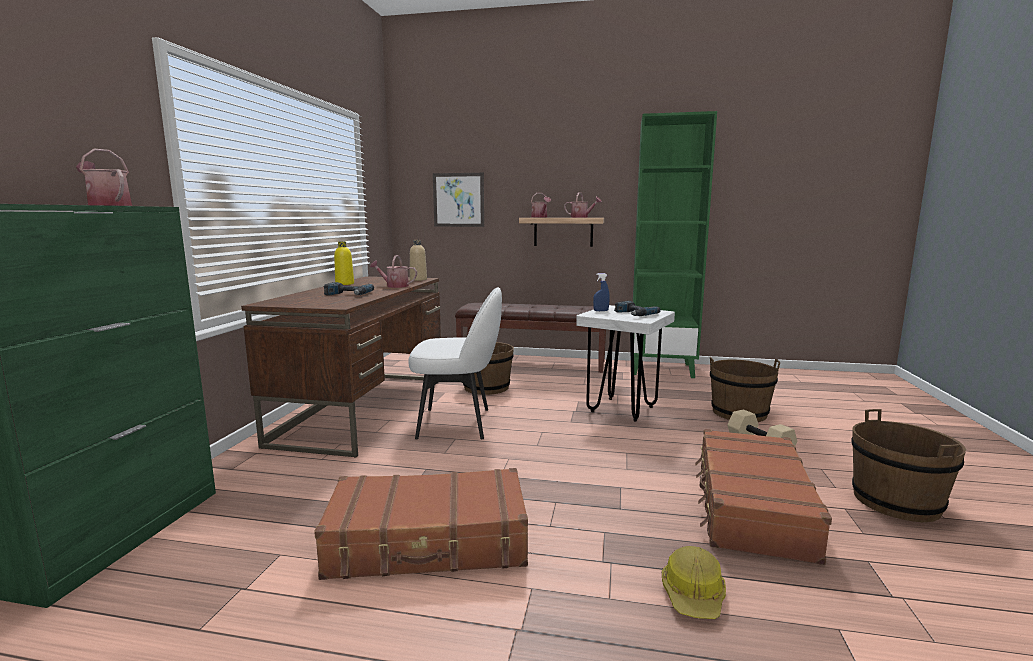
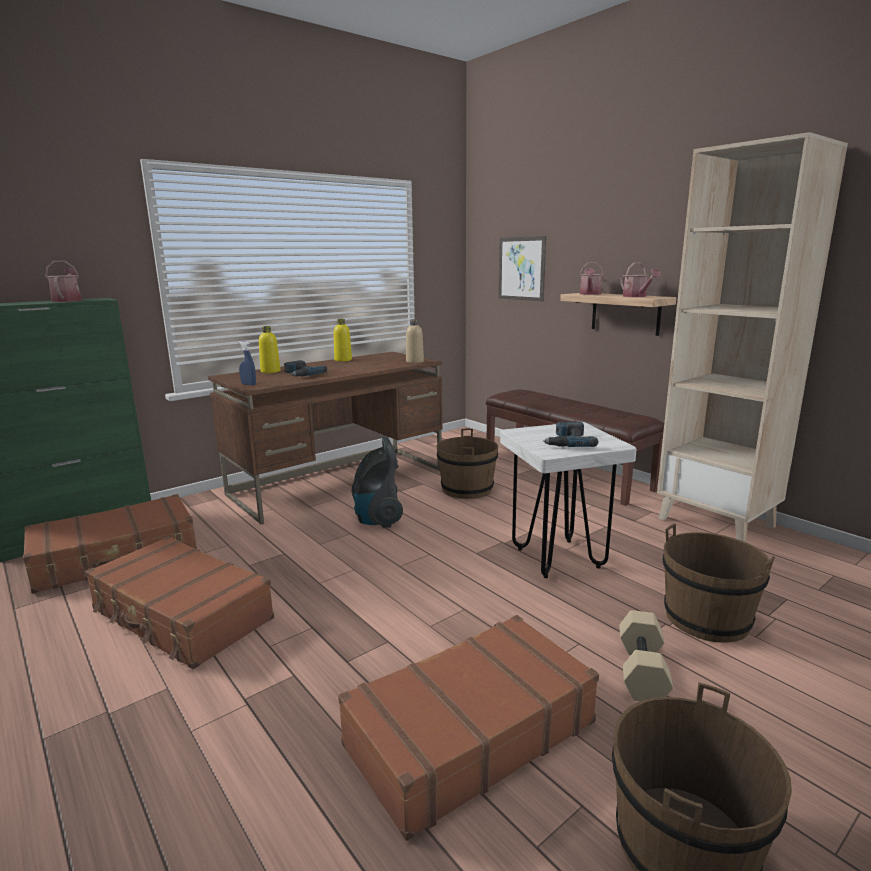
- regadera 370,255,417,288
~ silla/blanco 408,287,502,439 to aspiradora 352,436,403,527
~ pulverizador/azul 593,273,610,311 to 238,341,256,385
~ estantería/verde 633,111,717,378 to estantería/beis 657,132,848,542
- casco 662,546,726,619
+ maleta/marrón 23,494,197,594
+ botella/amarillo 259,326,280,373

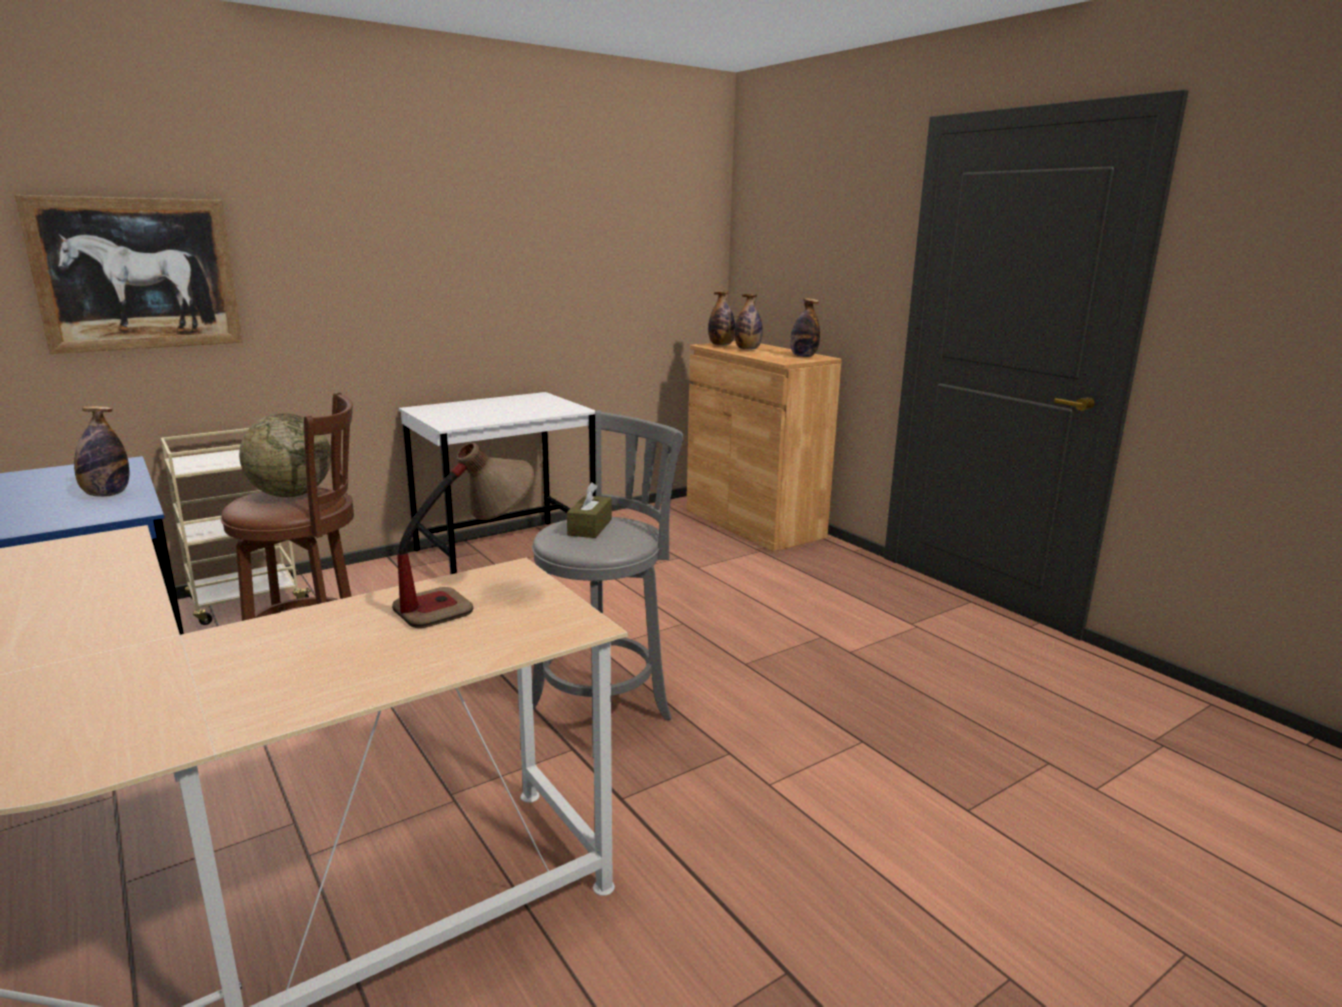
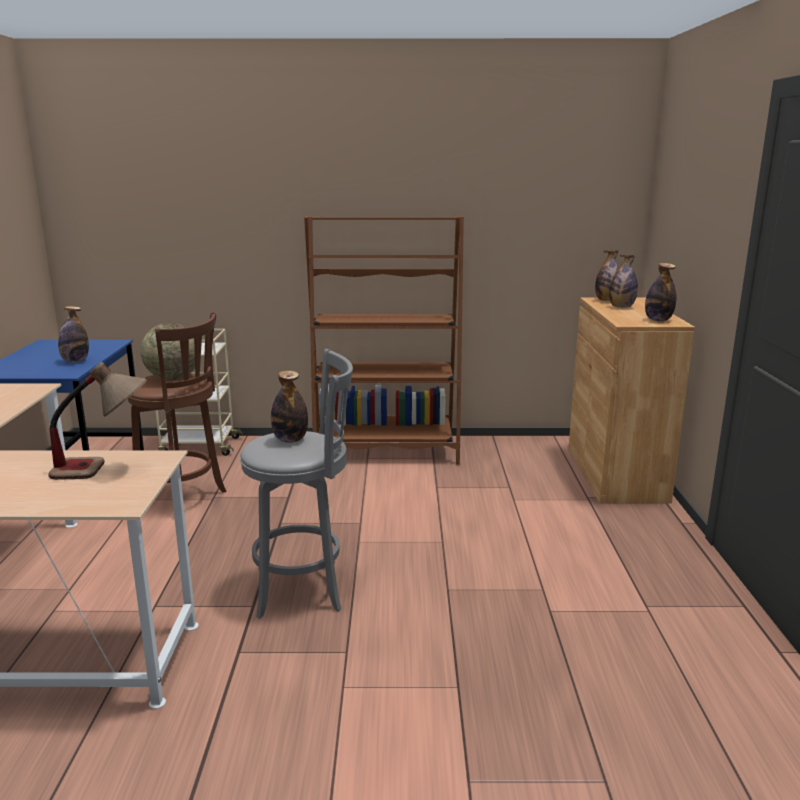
- cuadro 15,195,243,354
~ escritorio/blanco 399,392,596,574 to estantería/marrón 304,216,464,465
~ caja de pañuelos/marrón 567,482,612,538 to botella 271,370,308,443

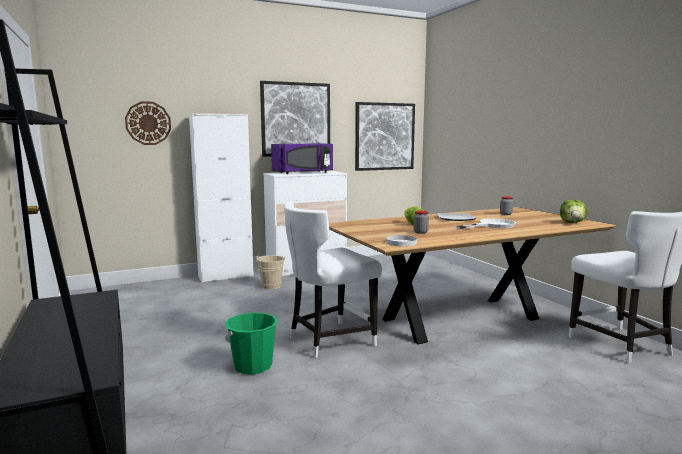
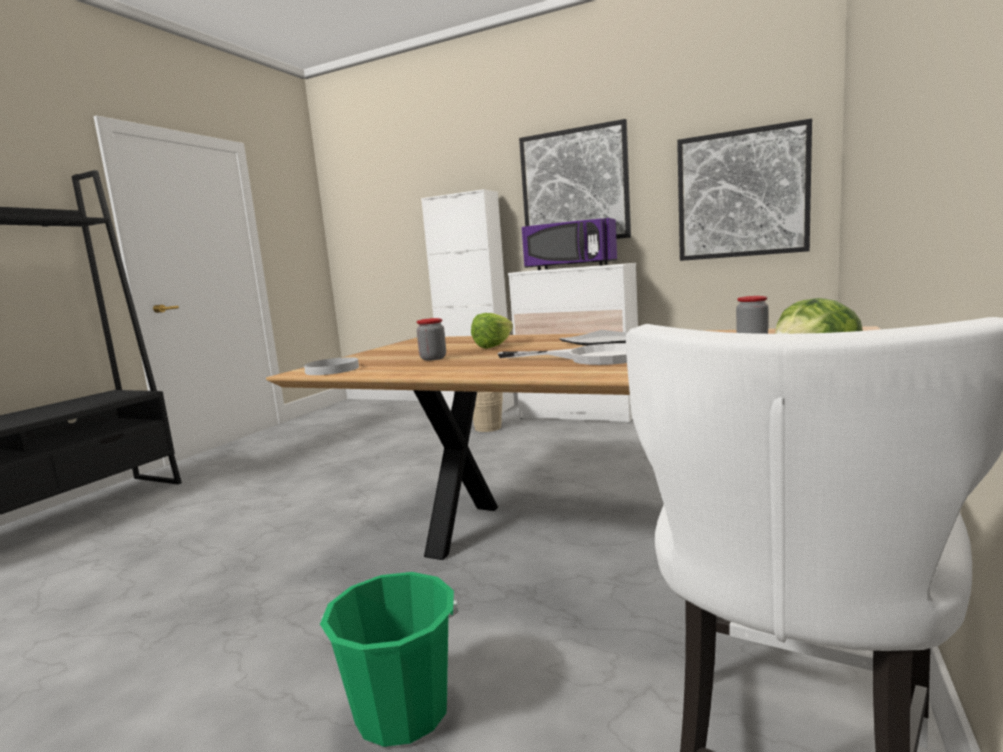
- reloj de pared 125,101,171,145
~ cubo/verde 225,313,278,375 to 320,572,459,747
- silla/blanco 284,202,382,358

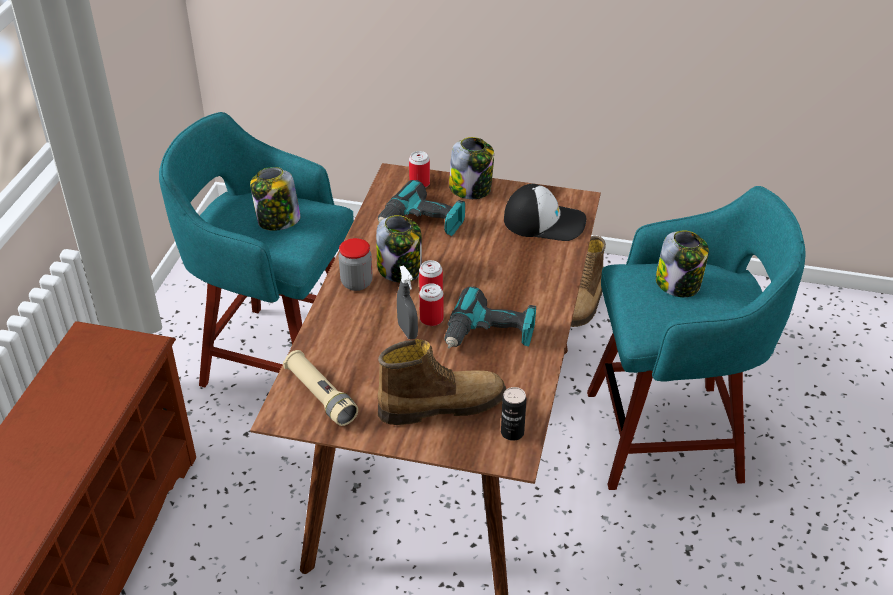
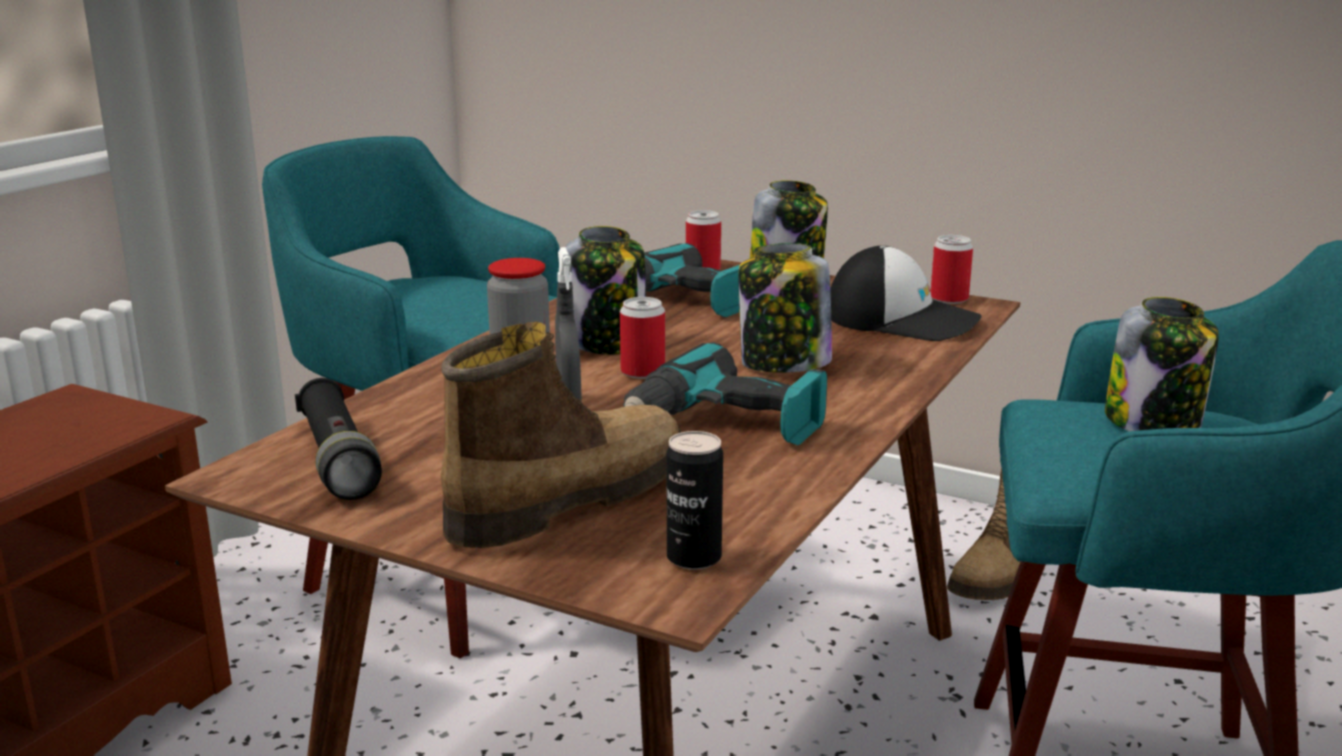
~ tarro 250,167,300,231 to 738,243,832,373
~ linterna/beis 283,350,358,426 to linterna/negro 295,378,382,500
~ bota 377,339,506,425 = 441,322,681,548 45 degrees counterclockwise
~ lata 419,283,443,326 to 930,235,973,304

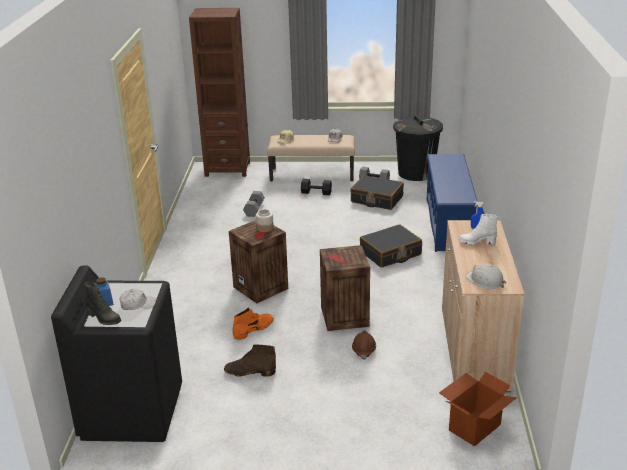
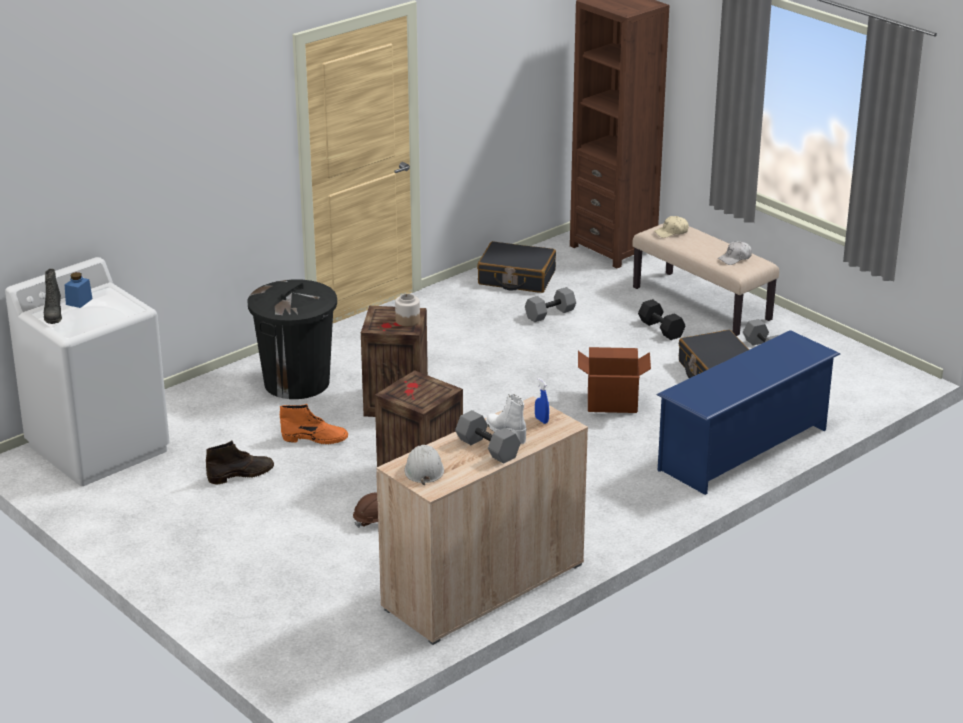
~ lavadora/negro 51,266,182,442 to lavadora/blanco 5,257,170,486
- gorra/blanco 119,288,156,310
~ bota/marrón 224,344,276,377 = 206,440,274,484 105 degrees clockwise
~ maleta/negro 360,224,422,268 to 477,241,556,293
~ papelera/negro 393,116,443,181 to 247,279,337,399
~ caja de cartón 439,372,517,447 to 578,347,651,413
+ mancuerna/gris 455,410,521,464

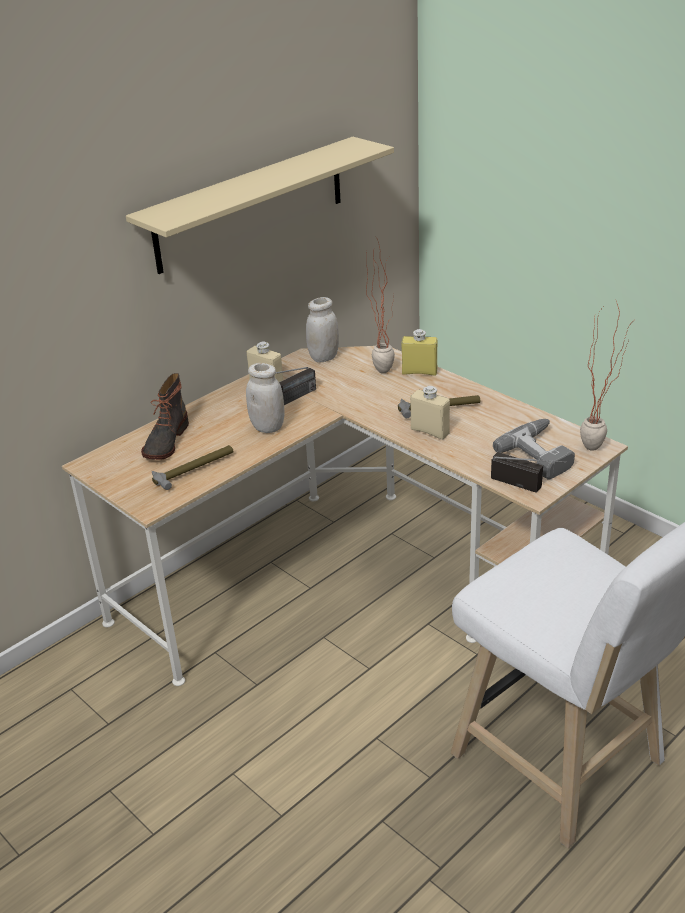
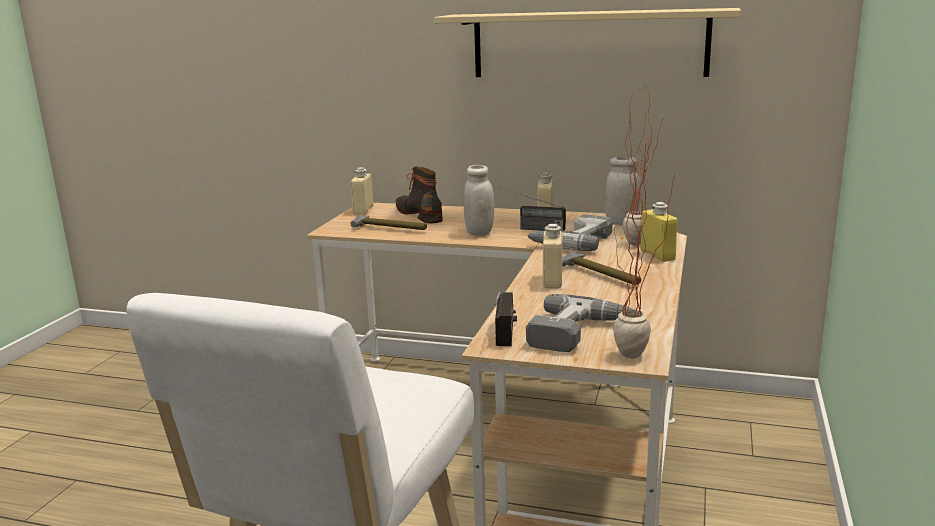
~ bota 141,373,189,460 = 396,167,443,223 75 degrees clockwise
+ botella/beis 351,167,374,215
+ taladro 527,215,613,251

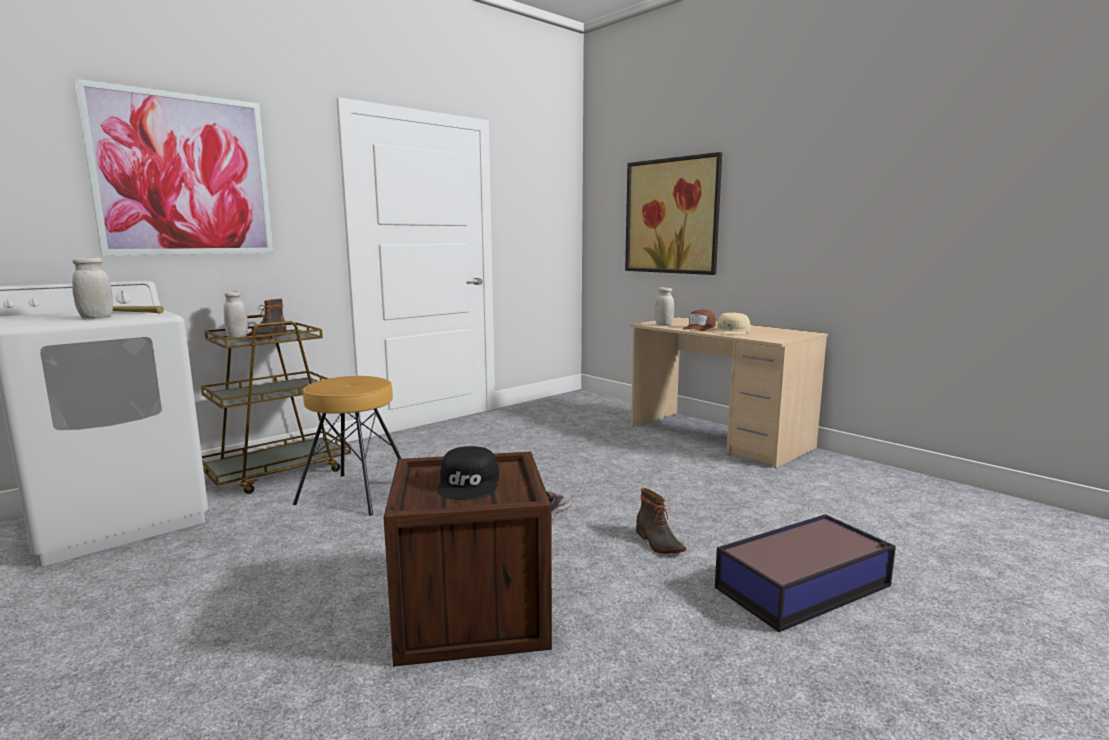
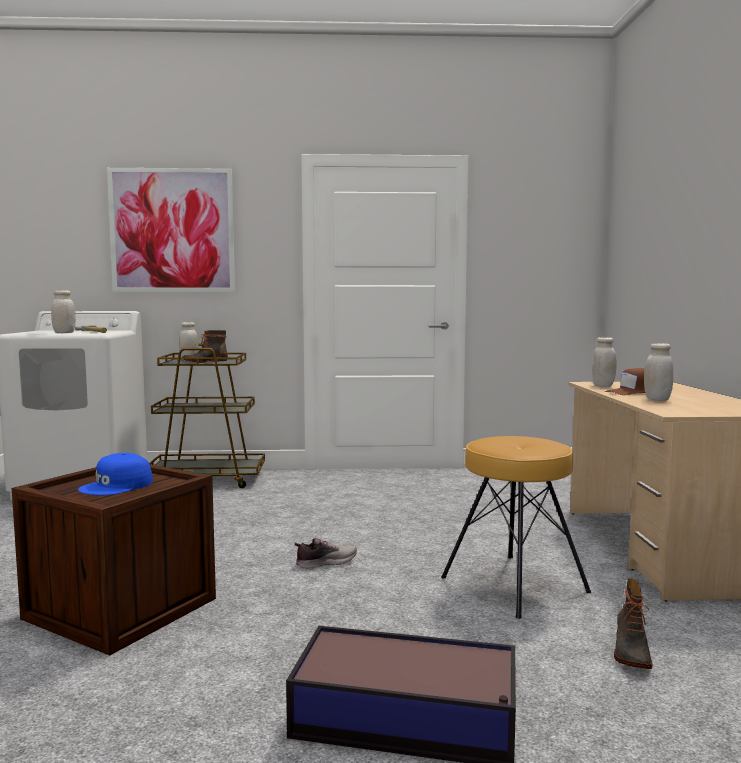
~ taburete/marrón 293,376,402,516 to 441,436,591,619
~ gorra/negro 437,446,499,500 to gorra/azul 78,453,153,495
- cuadro 625,152,722,275
~ bota 636,488,686,554 to 614,578,653,669
~ gorra/beis 712,312,751,335 to tarro/blanco 644,343,673,401

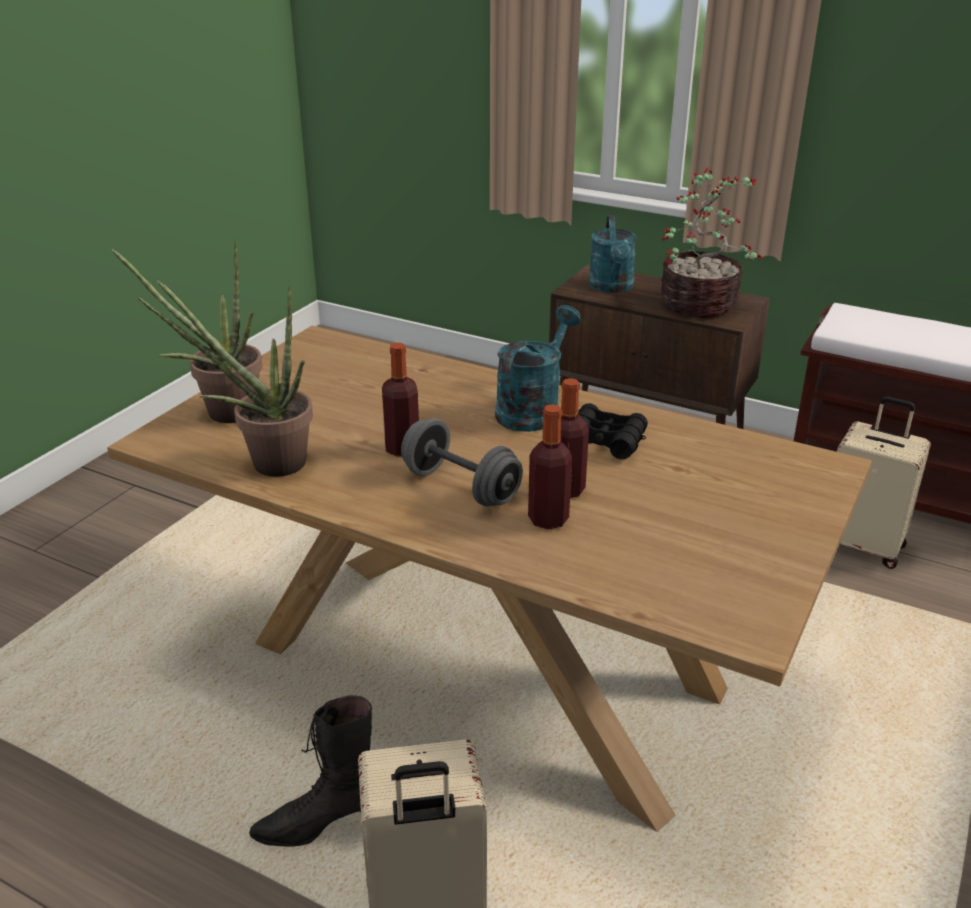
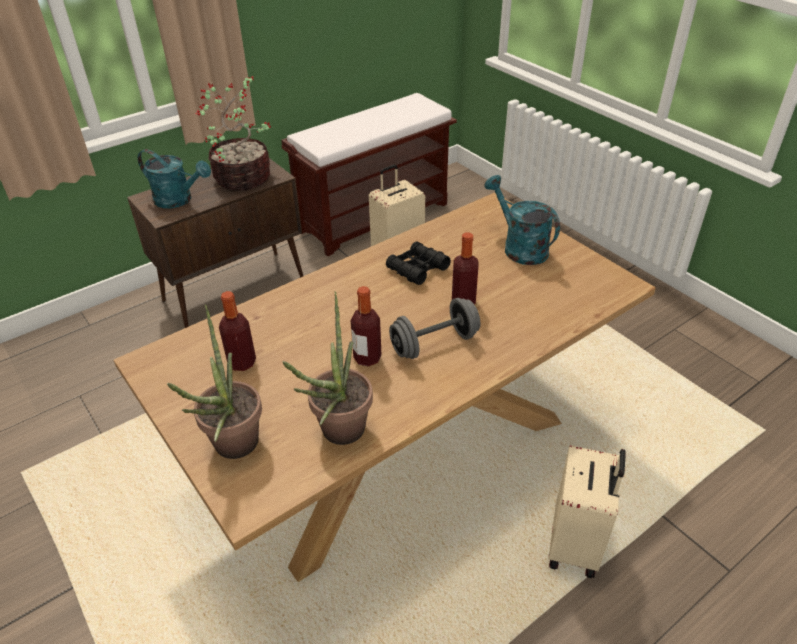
- bota/negro 249,695,372,847
~ regadera/turquesa 495,305,581,432 to 485,175,560,265
~ botella 528,404,572,529 to 219,291,256,371

